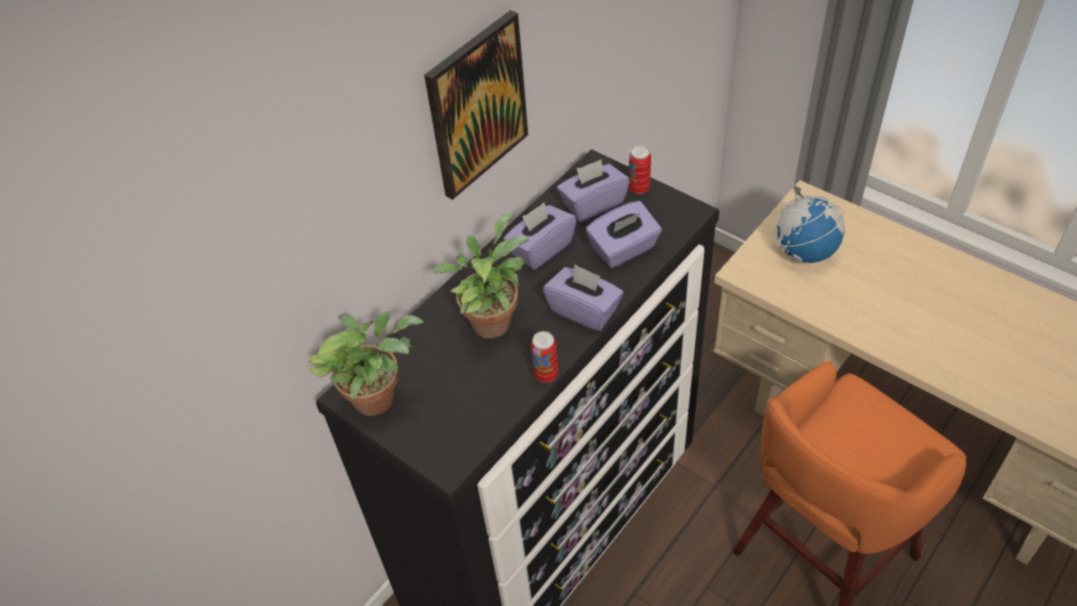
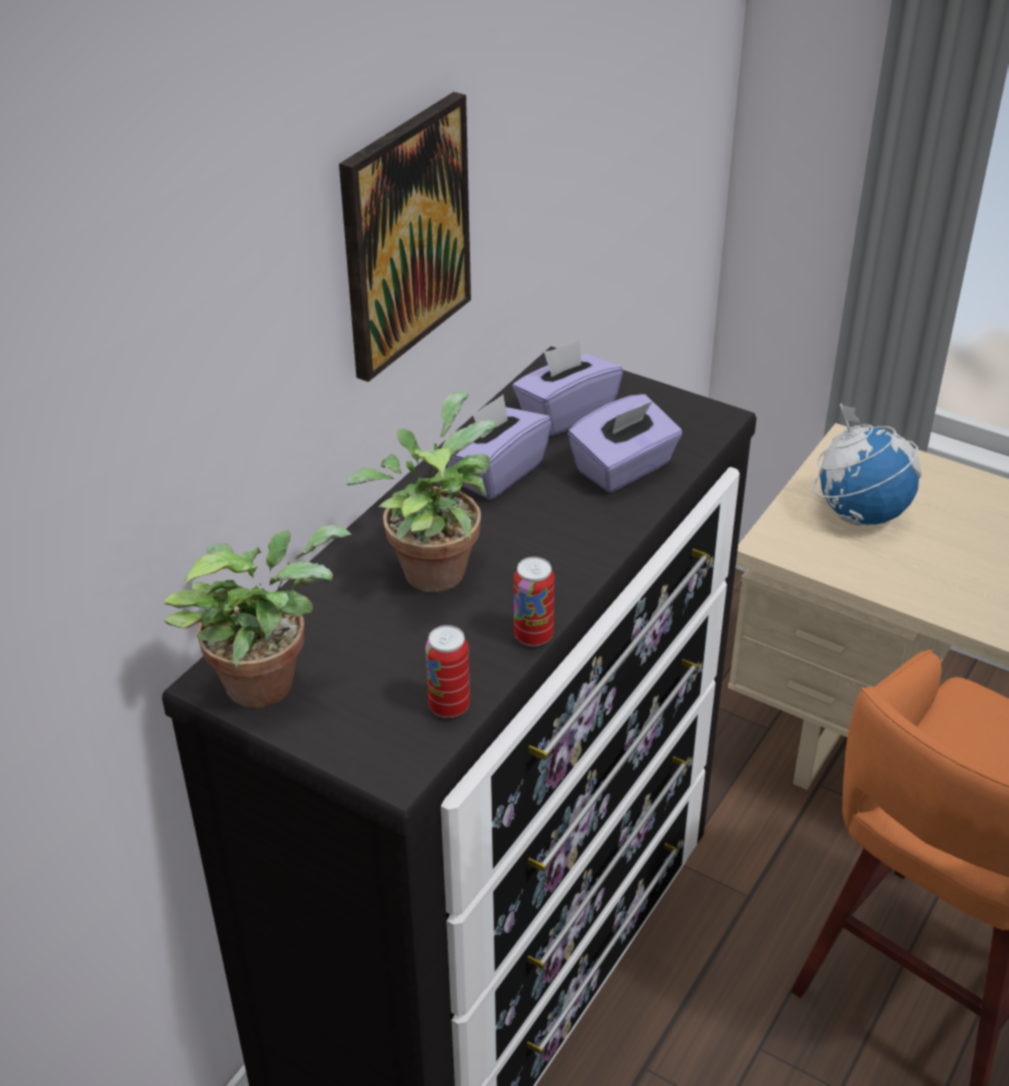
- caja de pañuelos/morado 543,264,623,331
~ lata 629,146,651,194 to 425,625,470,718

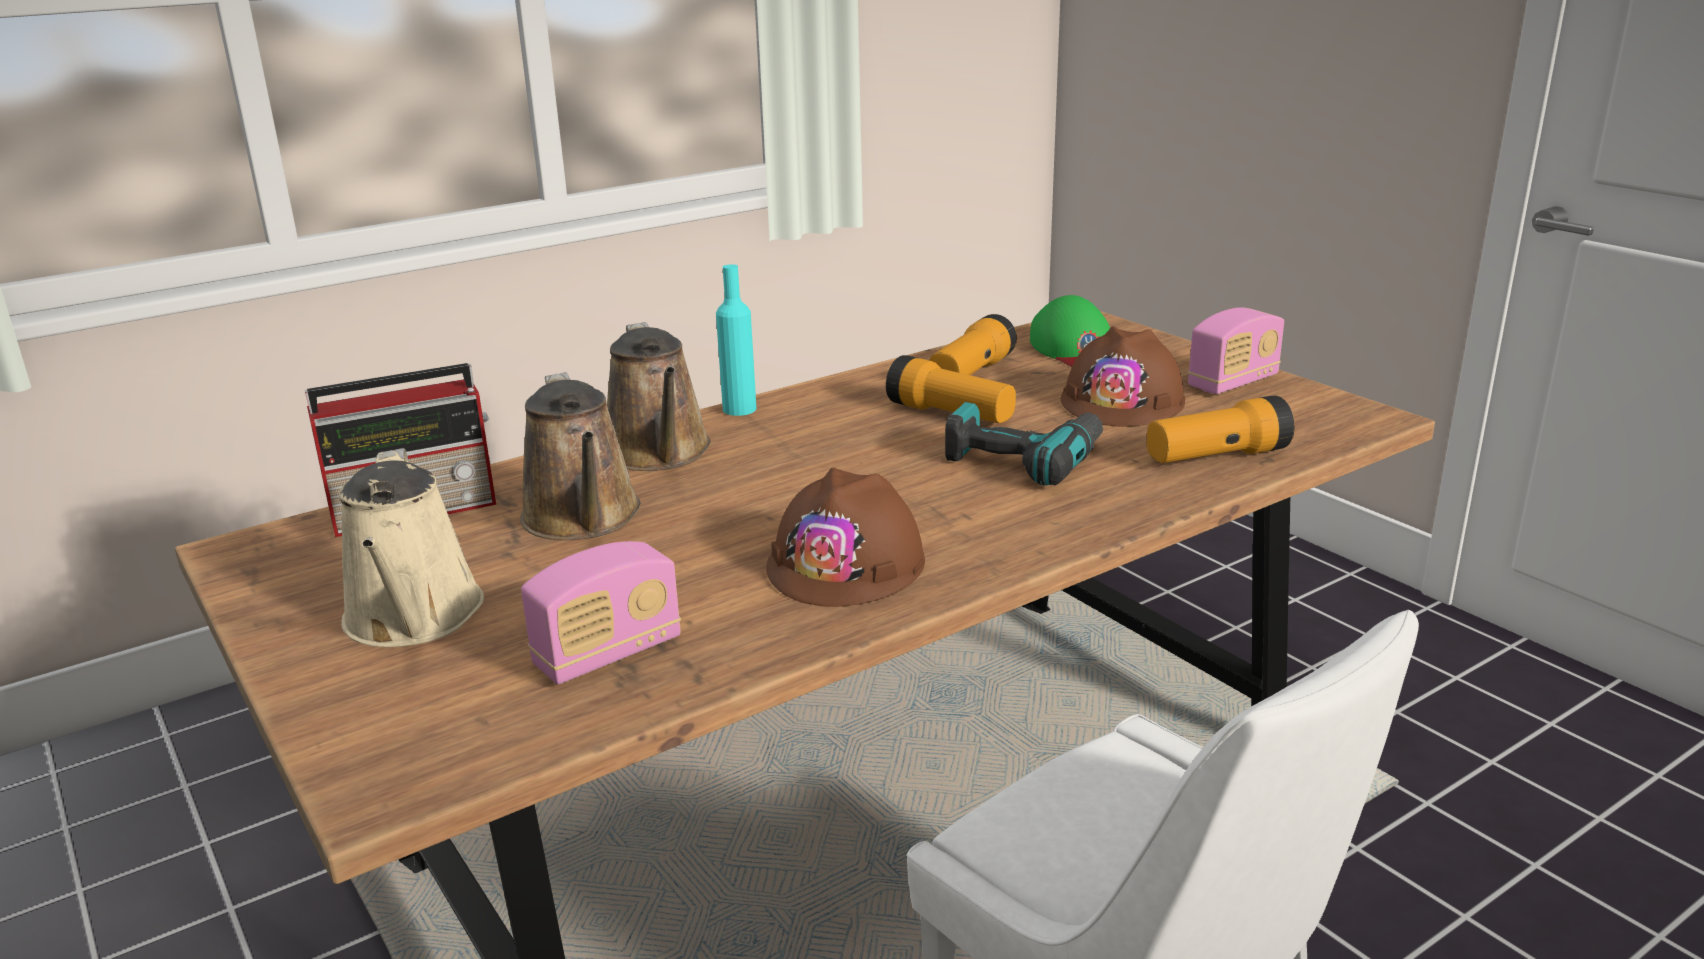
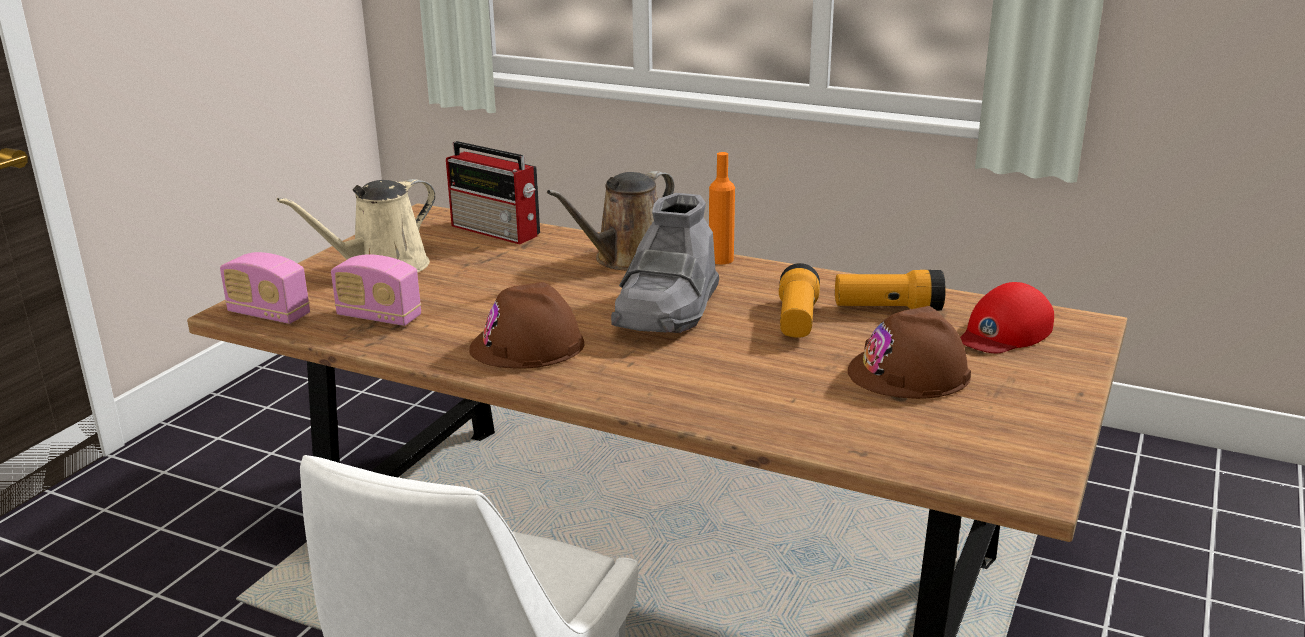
- regadera/marrón 520,372,641,540
~ botella/turquesa 716,264,757,416 to botella/naranja 709,152,735,264
- taladro 945,402,1103,486
~ gorra/verde 1030,295,1110,366 to gorra/rojo 960,282,1054,353
- linterna 1147,396,1295,463
~ radio 1188,307,1284,394 to 220,252,310,324
+ bota/gris 611,193,719,333

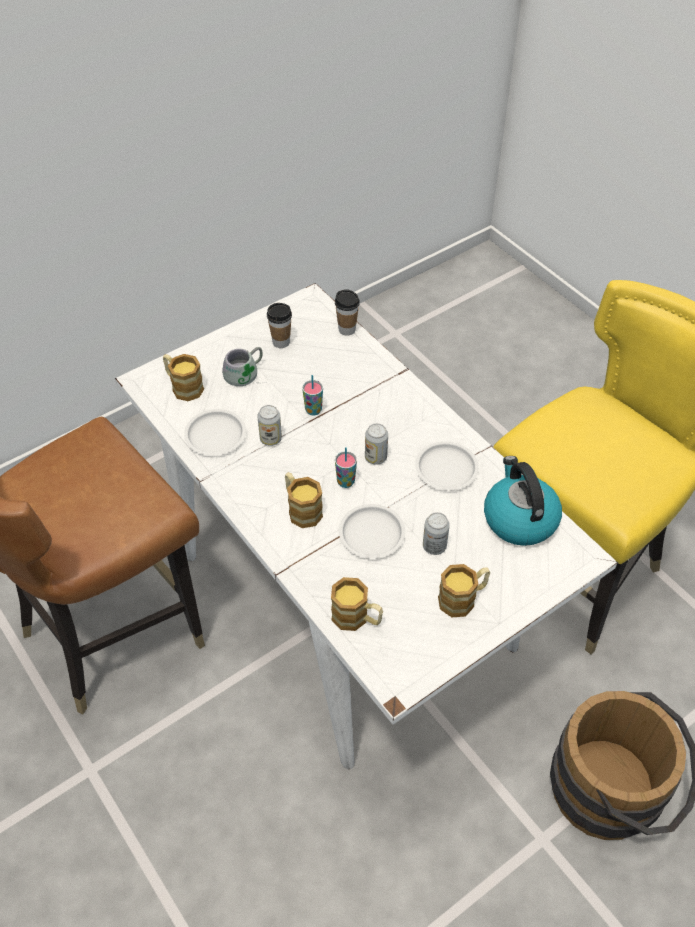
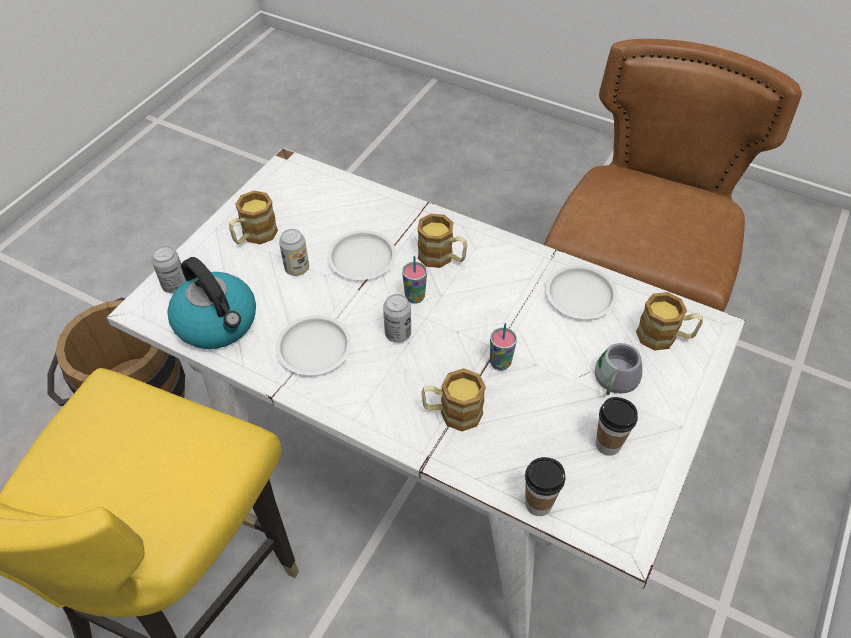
~ lata 257,405,282,446 to 152,246,186,293
~ taza grande 331,577,383,631 to 421,368,486,431

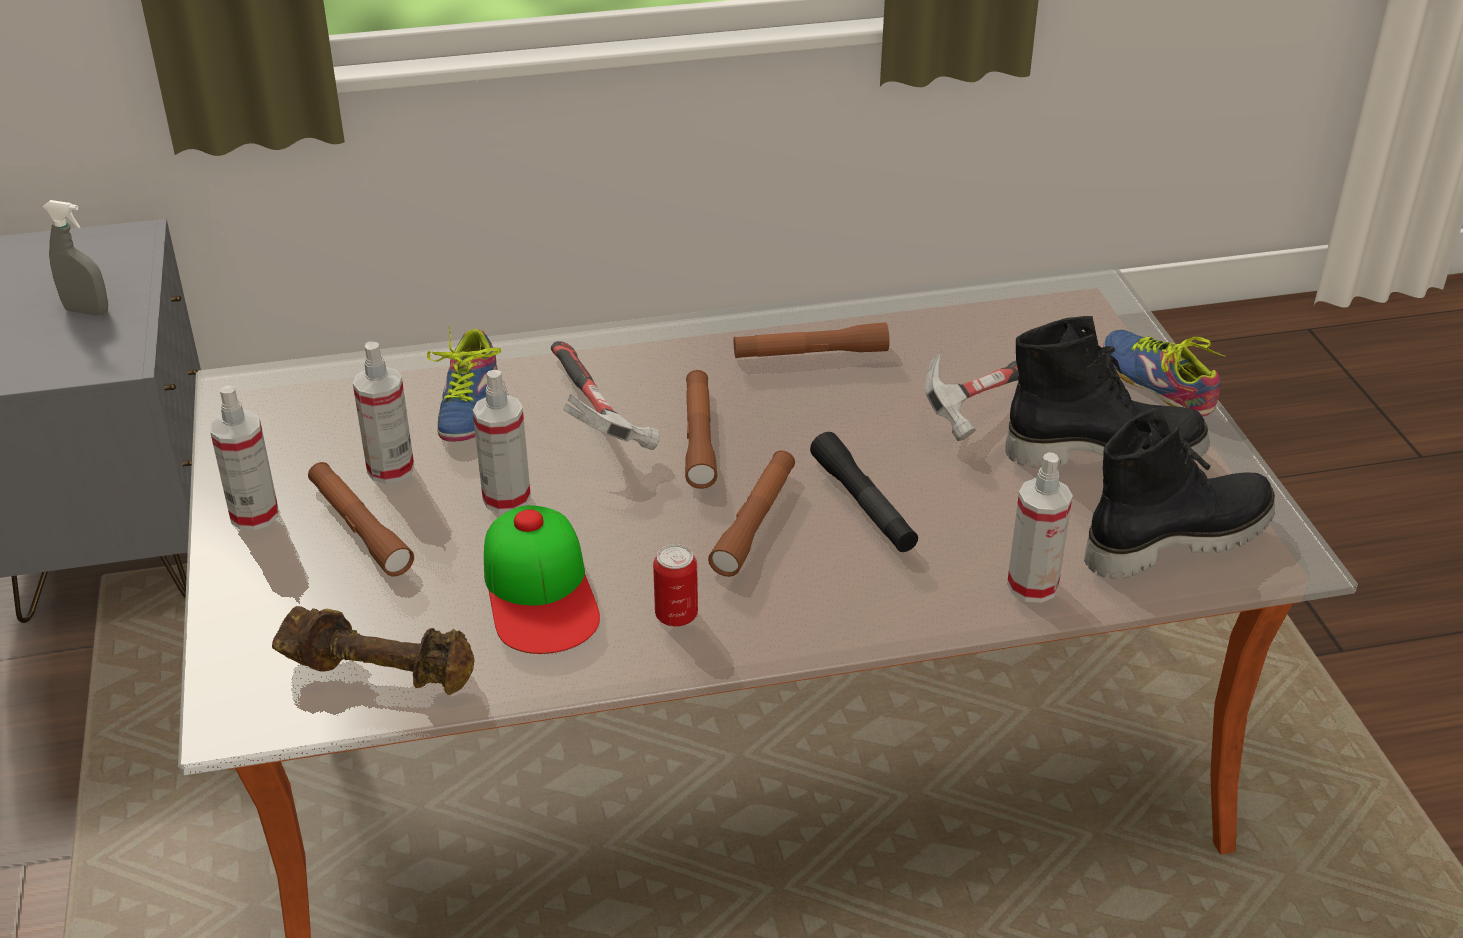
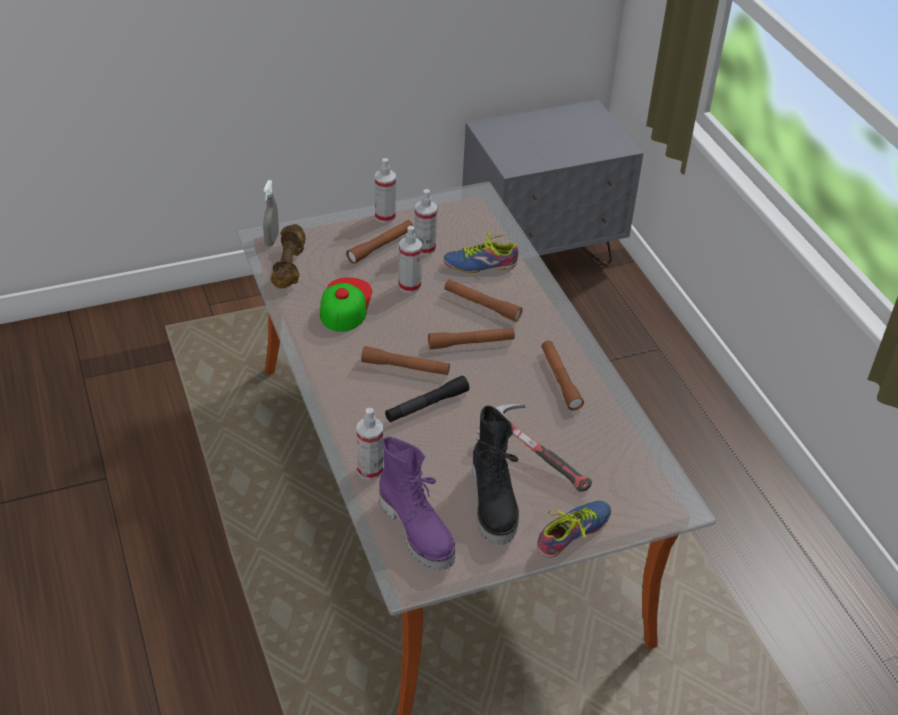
~ pulverizador/gris 42,200,108,316 to 263,180,279,246
~ gorra 484,505,600,654 = 320,277,372,332 120 degrees clockwise
~ martillo 551,341,660,450 to linterna/marrón 444,279,523,322
- lata 653,544,698,627
~ bota/negro 1084,407,1275,579 to bota/morado 379,437,455,570

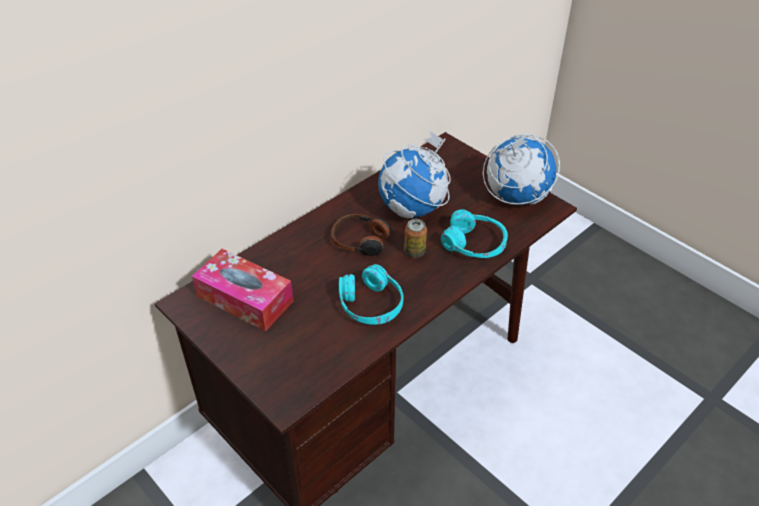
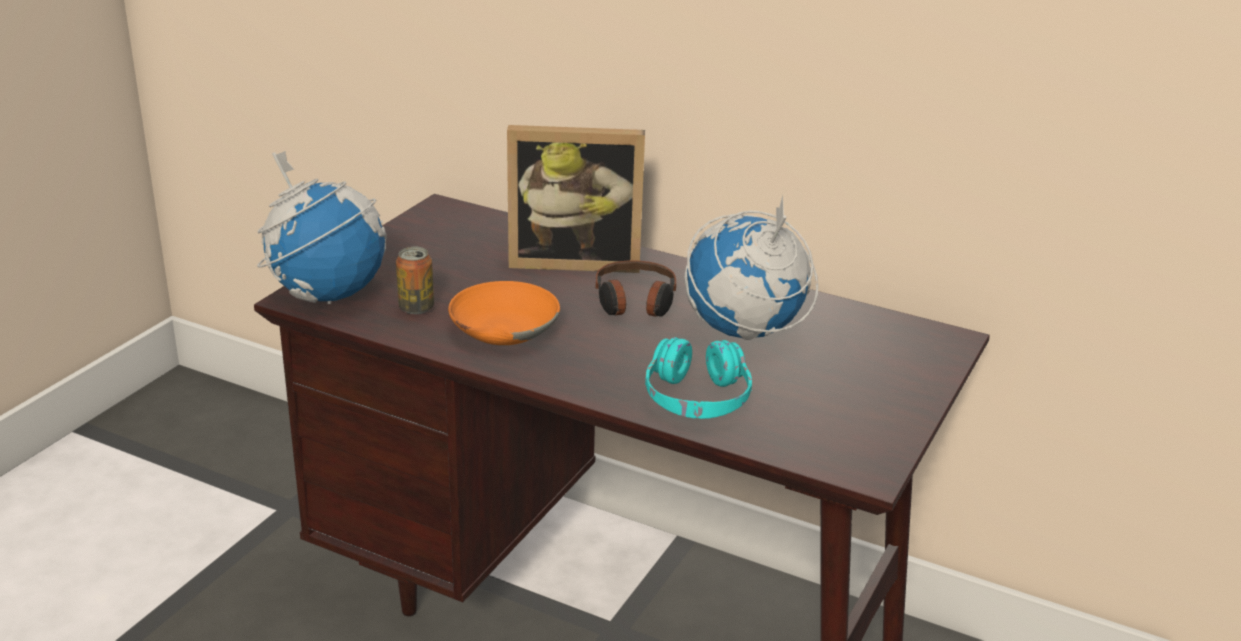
- caja de pañuelos 192,249,293,331
~ auriculares/turquesa 339,264,403,325 to cuenco/naranja 448,281,560,345
~ lata 404,219,427,258 to 396,246,434,314
~ globo terráqueo 483,134,560,205 to 257,151,387,304
+ portarretratos 507,125,645,273

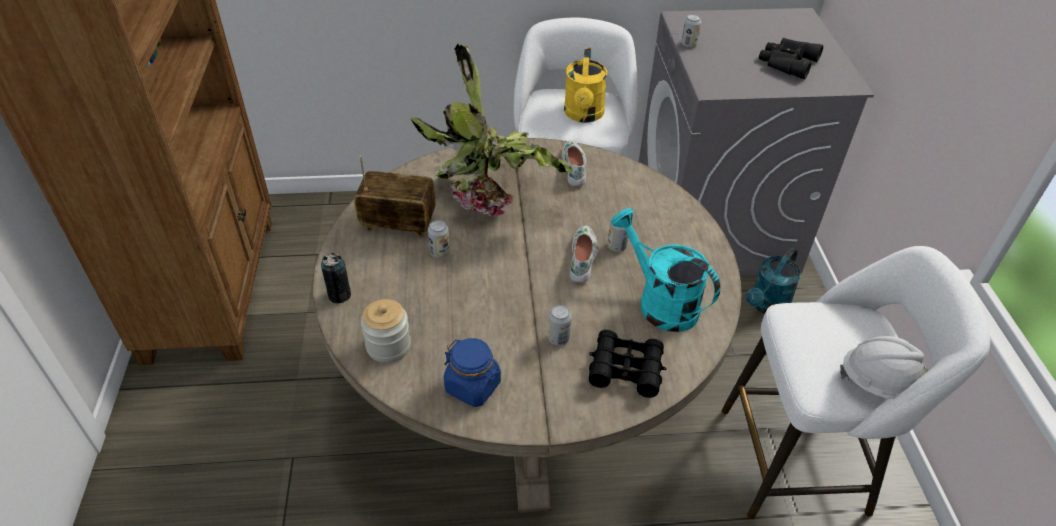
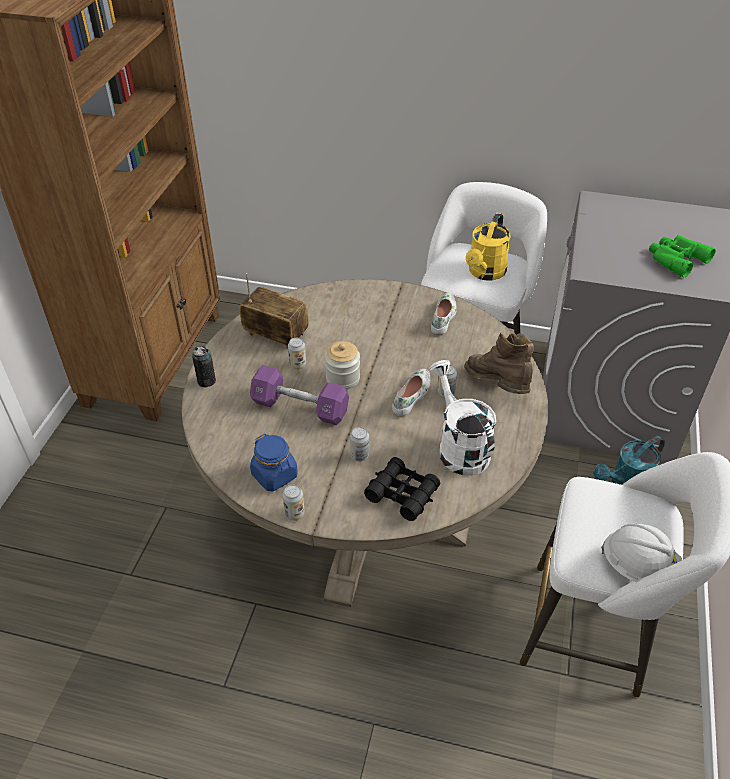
~ tarro 361,299,411,363 to 325,341,360,390
- planta en maceta 410,44,571,217
~ regadera/turquesa 611,208,720,332 to regadera/blanco 429,360,496,476
~ lata 681,14,701,48 to 283,485,305,521
~ prismáticos/negro 759,38,823,79 to prismáticos/verde 649,235,716,278
+ mancuerna/morado 250,365,349,425
+ bota/marrón 464,332,534,394

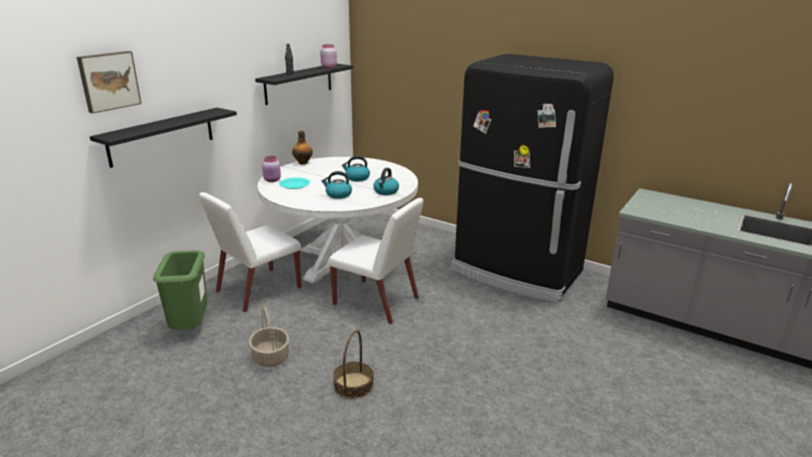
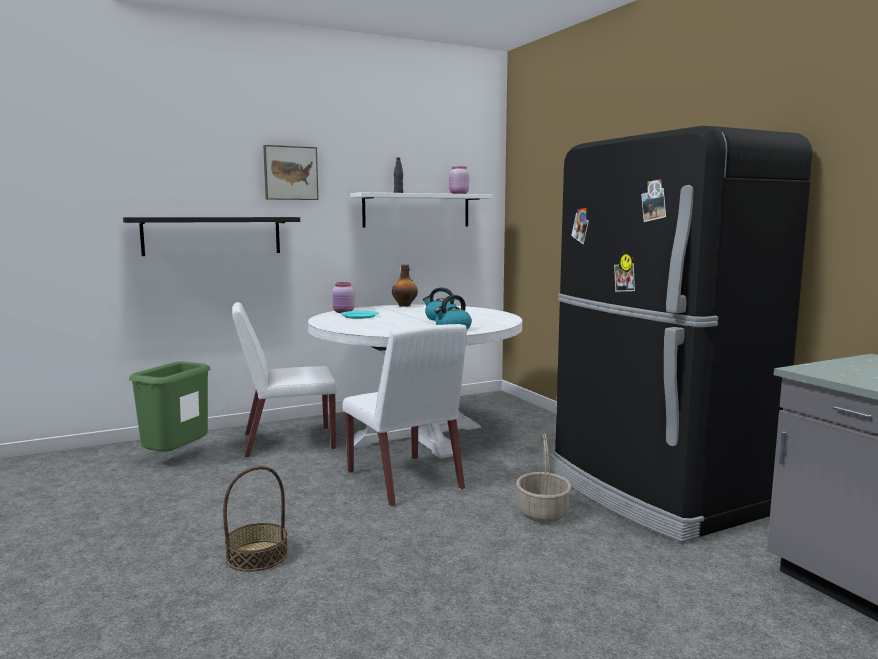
~ cuadro 77,51,142,113 to 263,145,318,200
~ cesta 249,306,289,367 to 516,433,571,523
~ estante/negro 255,64,353,105 to estante/blanco 350,192,493,228
- hervidor 322,171,352,199

